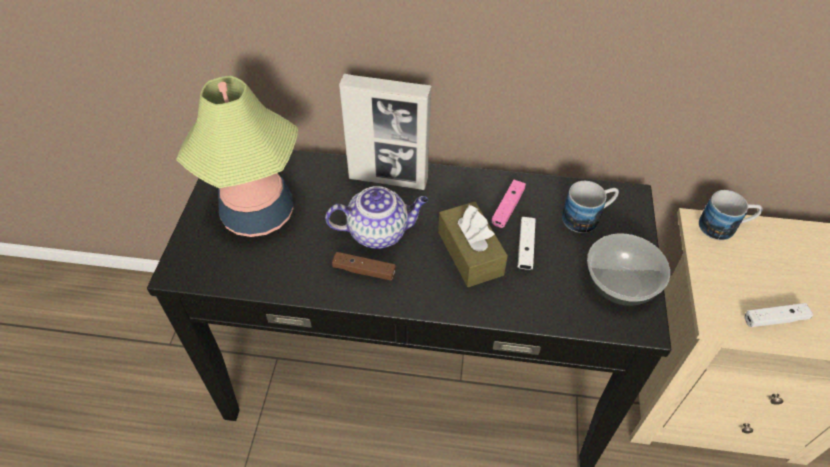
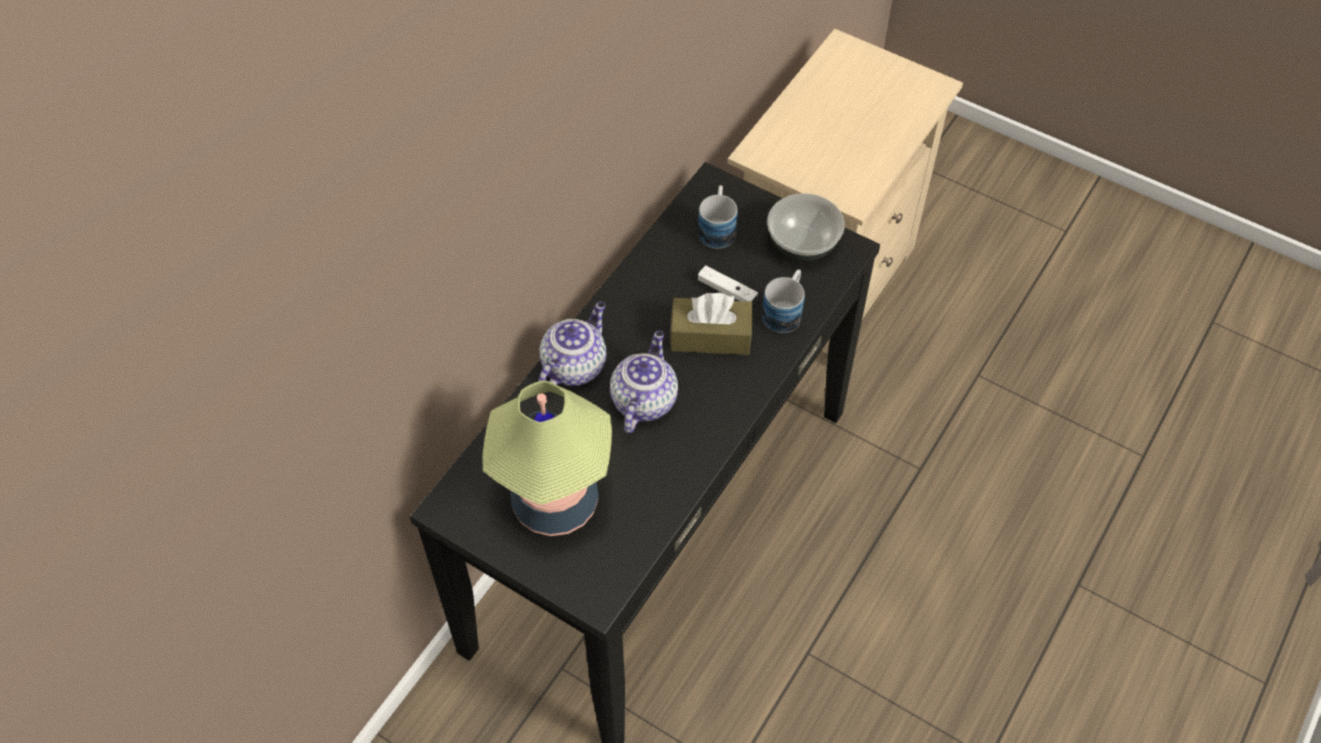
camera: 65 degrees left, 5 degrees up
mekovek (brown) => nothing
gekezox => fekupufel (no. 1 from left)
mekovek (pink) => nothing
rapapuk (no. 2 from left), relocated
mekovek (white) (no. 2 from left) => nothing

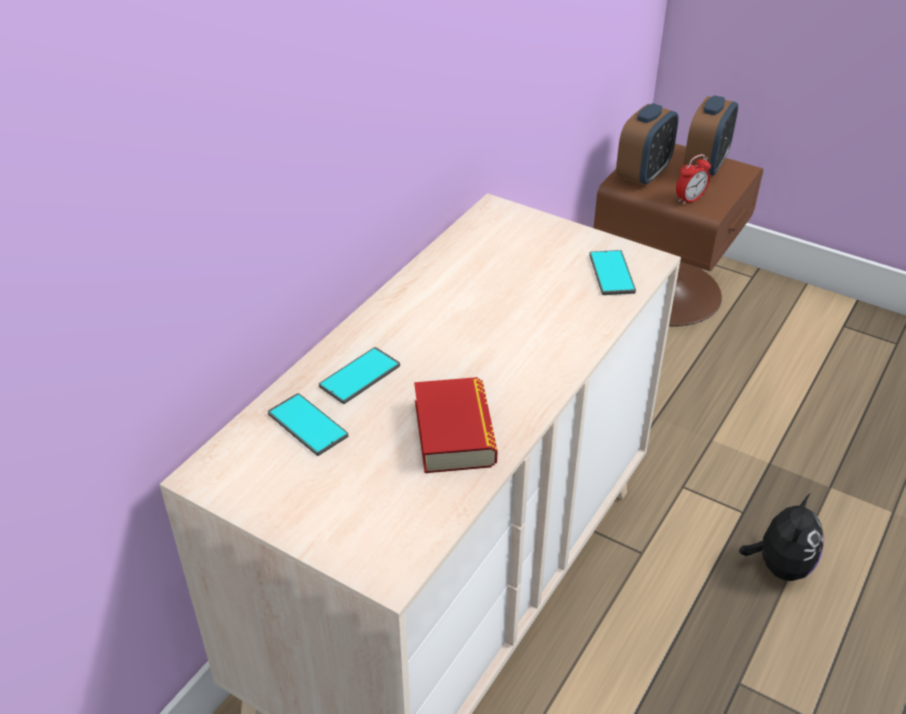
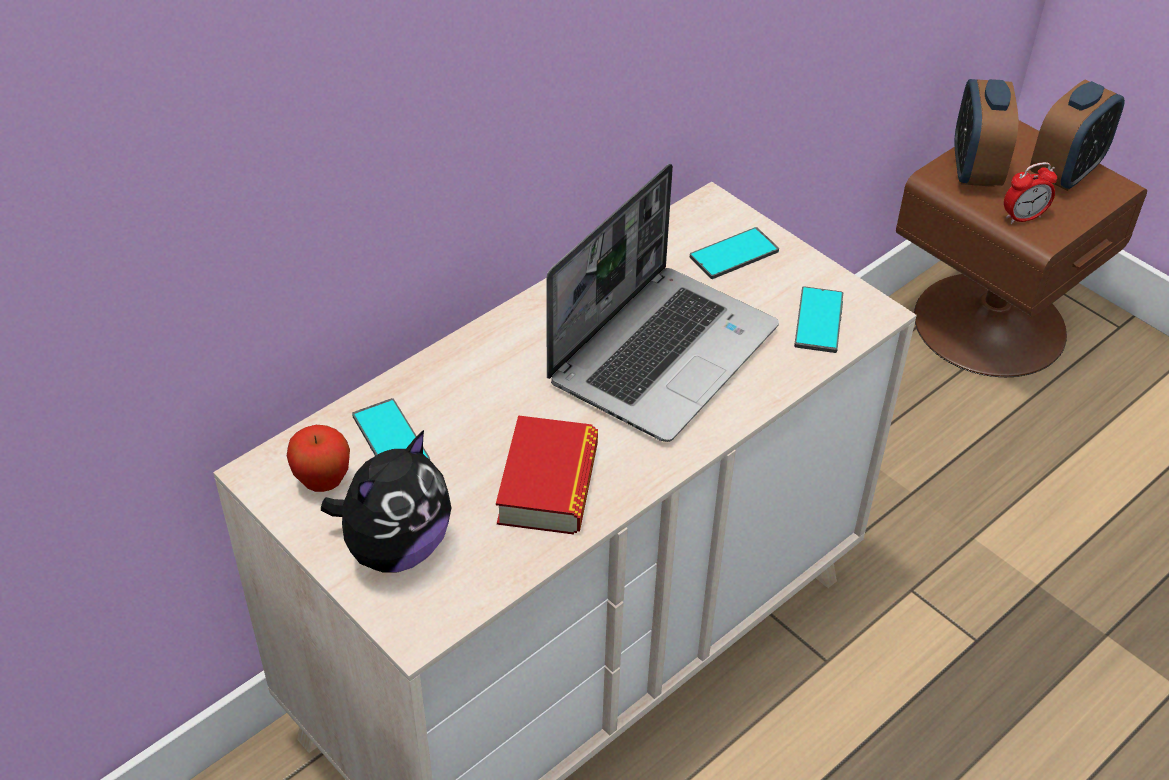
camera: 15 degrees right, 5 degrees up
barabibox (no. 2 from left), relocated
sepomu (no. 1 from left), 135 degrees clockwise
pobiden, relocated
nothing => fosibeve
nothing => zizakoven

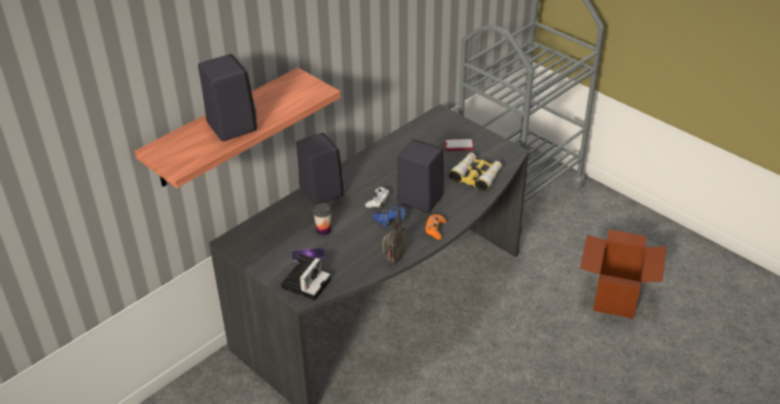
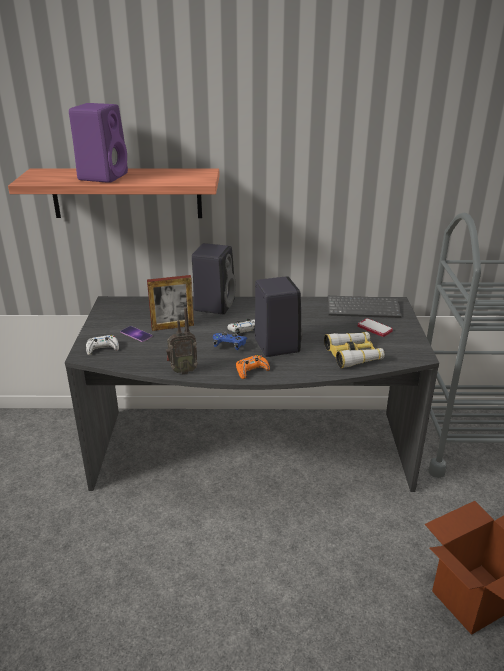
camera: 45 degrees right, 10 degrees down
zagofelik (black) (no. 1 from left) => zagofelik (purple)
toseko => mekovek (white) (no. 1 from left)
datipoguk => gekezox
nothing => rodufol

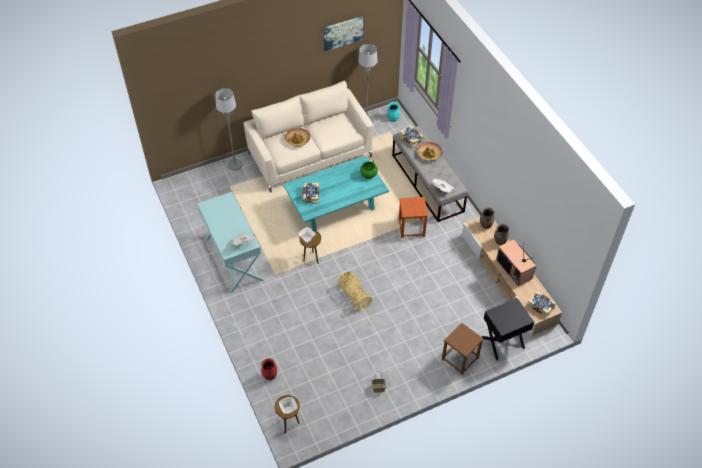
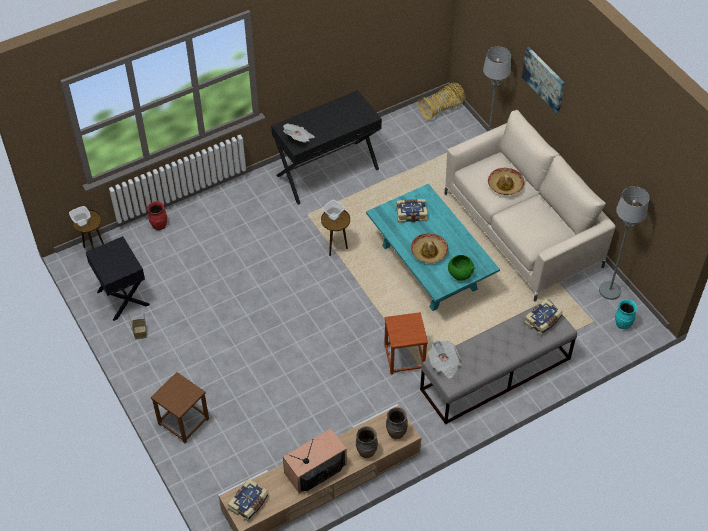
camera: 85 degrees right, 0 degrees up
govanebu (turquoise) => govanebu (black)
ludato, relocated
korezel (no. 1 from left in the first image) => korezel (no. 2 from left), relocated
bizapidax (no. 2 from left in the first image) => bizapidax (no. 1 from left), relocated
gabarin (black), relocated

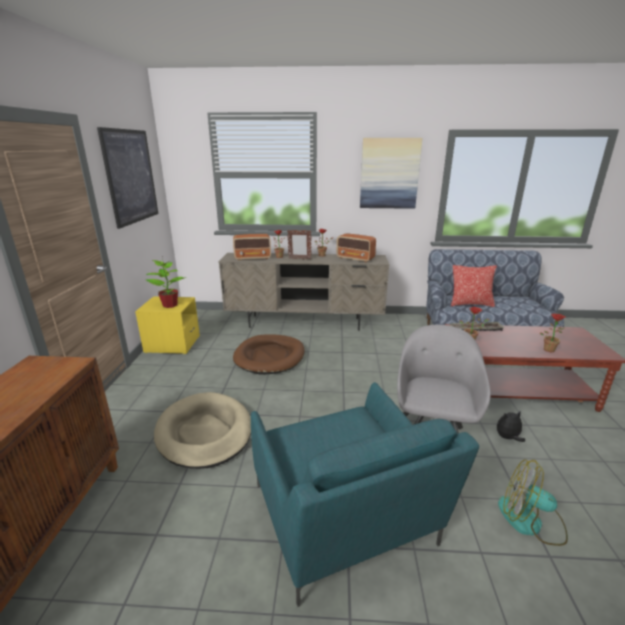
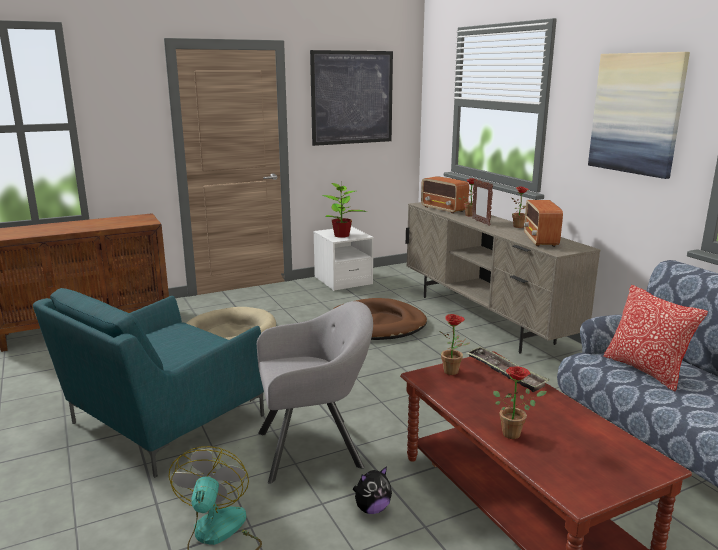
camera: 60 degrees right, 5 degrees down
gabarin (yellow) => gabarin (white)
pobiden, 105 degrees clockwise

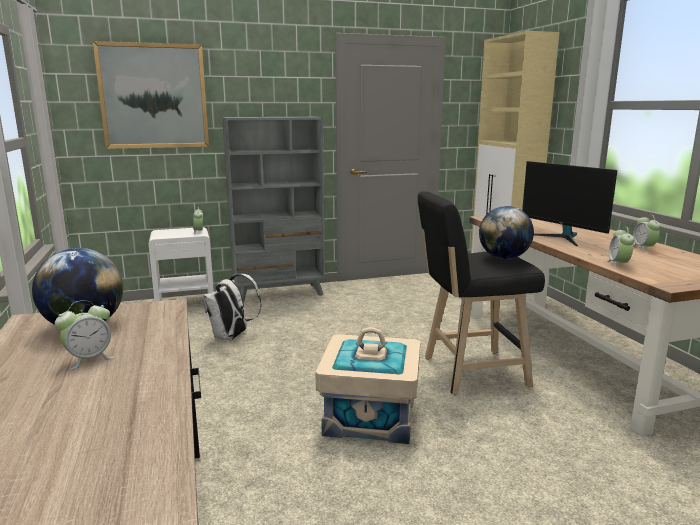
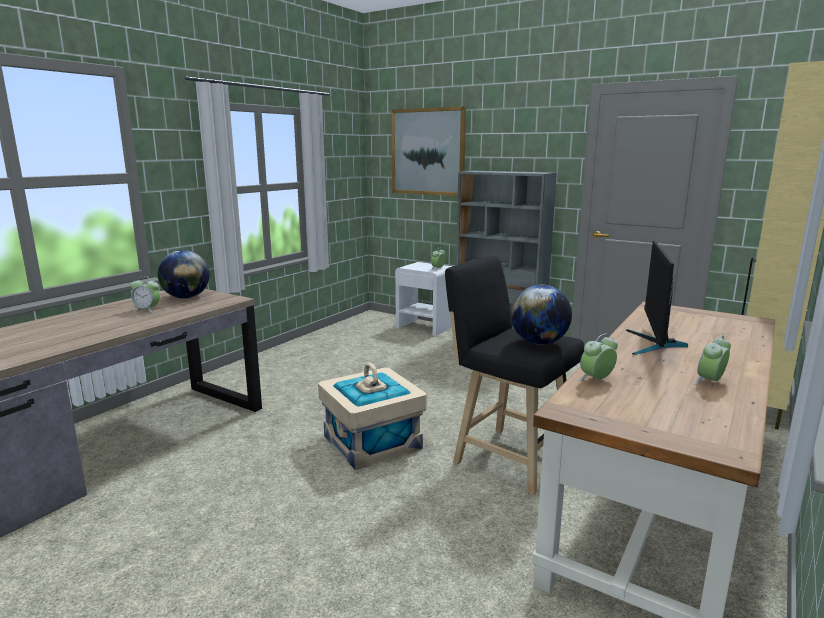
camera: 50 degrees right, 0 degrees up
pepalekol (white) => nothing

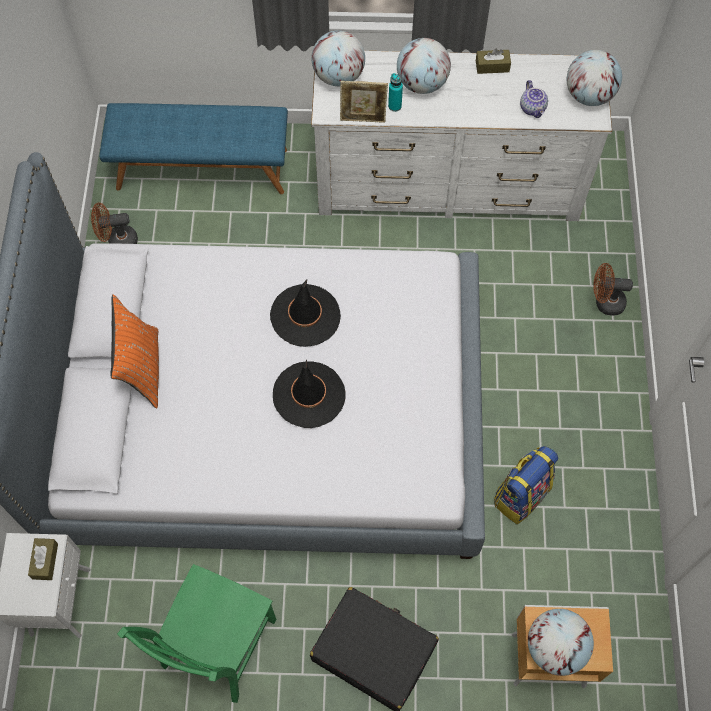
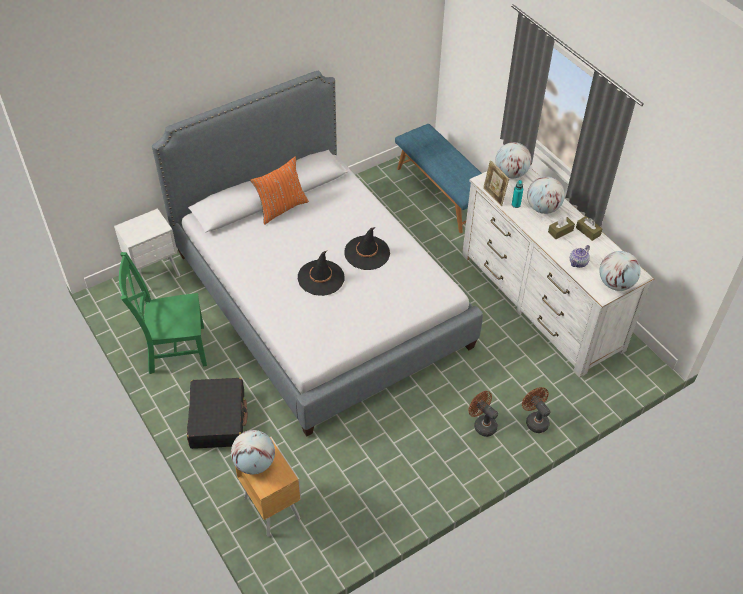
camera: 55 degrees right, 15 degrees down
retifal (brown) (no. 1 from left), relocated
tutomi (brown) (no. 1 from left), relocated
pepalekol => nothing

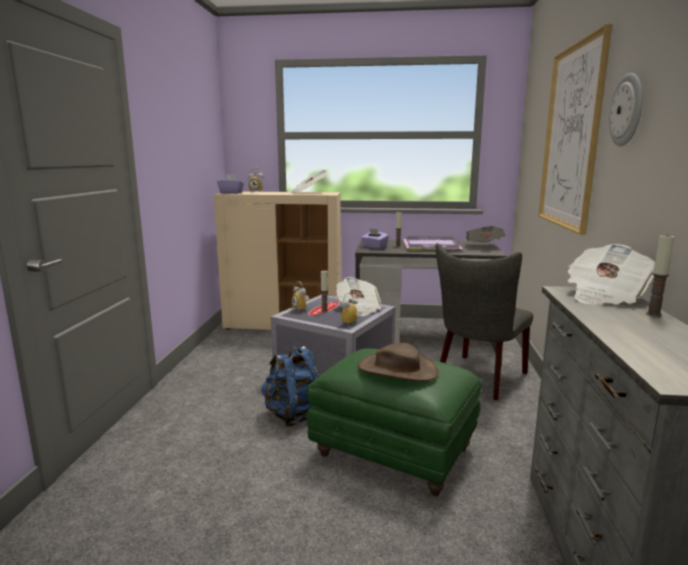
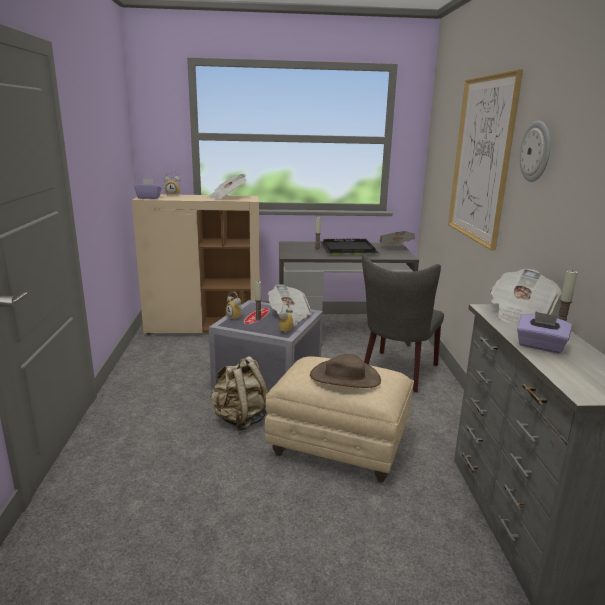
camera: 10 degrees left, 5 degrees up
pepalekol (blue) => pepalekol (beige)
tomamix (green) => tomamix (beige)
retifal (purple) (no. 2 from left), relocated
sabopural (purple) => sabopural (black)

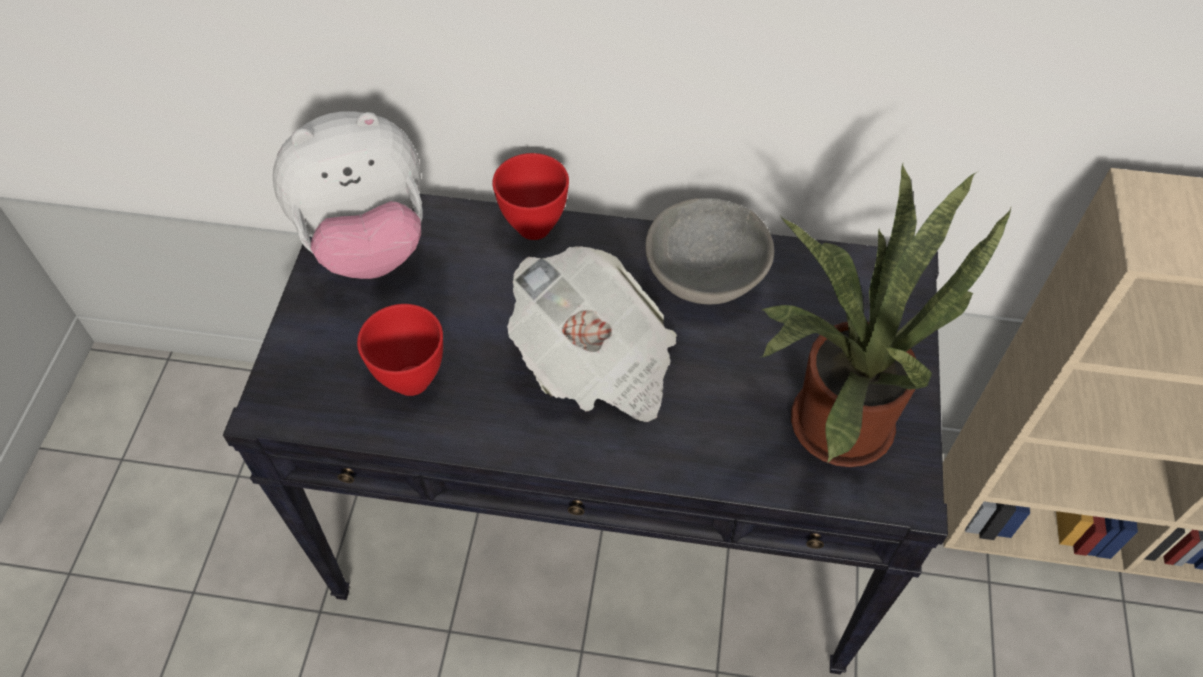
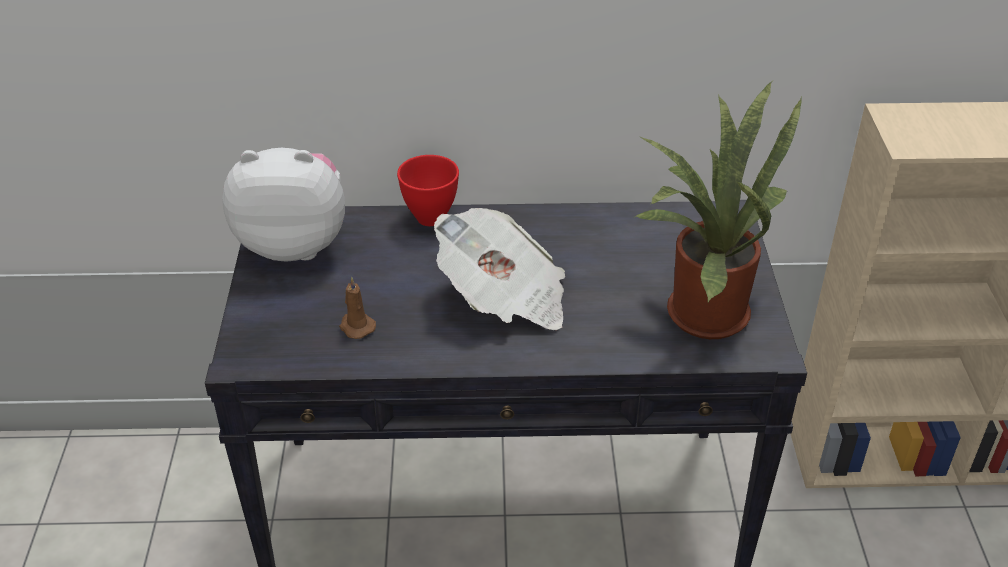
camera: 10 degrees left, 15 degrees down
pobiden, 150 degrees counterclockwise
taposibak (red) (no. 1 from left) => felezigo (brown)
taposibak (grey) => nothing

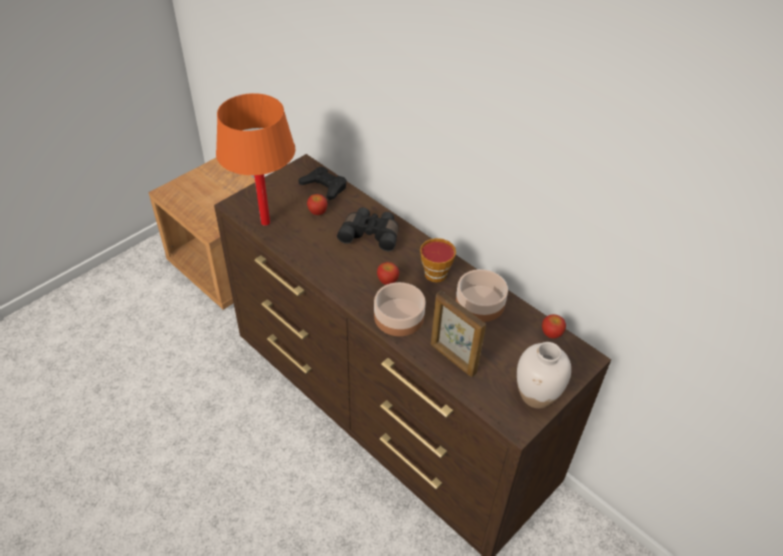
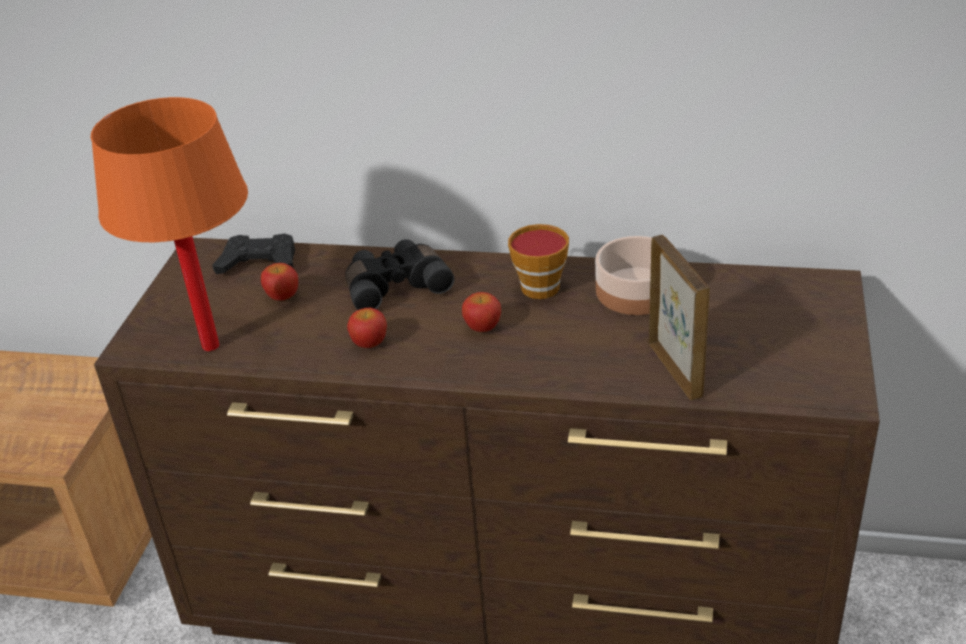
camera: 30 degrees left, 10 degrees down
taposibak (no. 1 from left) => nothing
gekezox, 120 degrees counterclockwise
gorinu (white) => nothing
fosibeve (no. 3 from left in the first image) => fosibeve (no. 2 from left), relocated

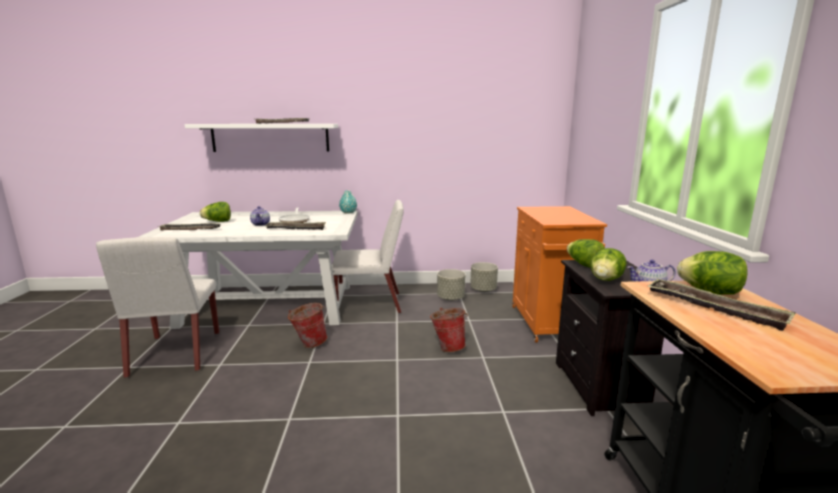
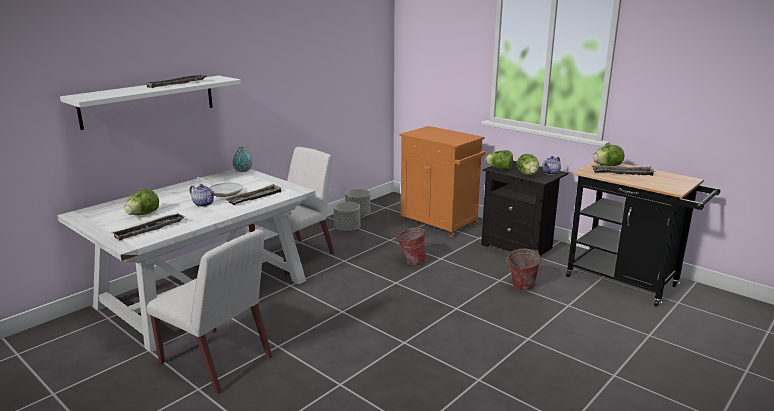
camera: 45 degrees left, 5 degrees up
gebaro (no. 1 from left in the first image) => gebaro (no. 2 from left), relocated

